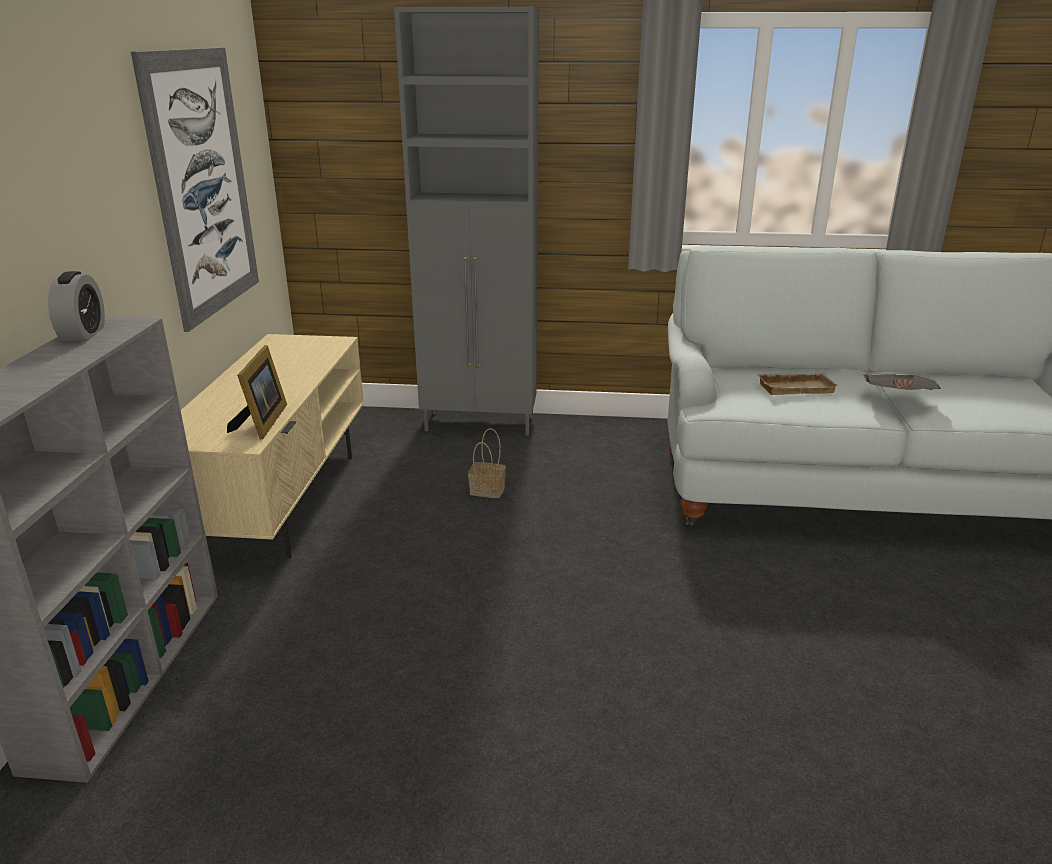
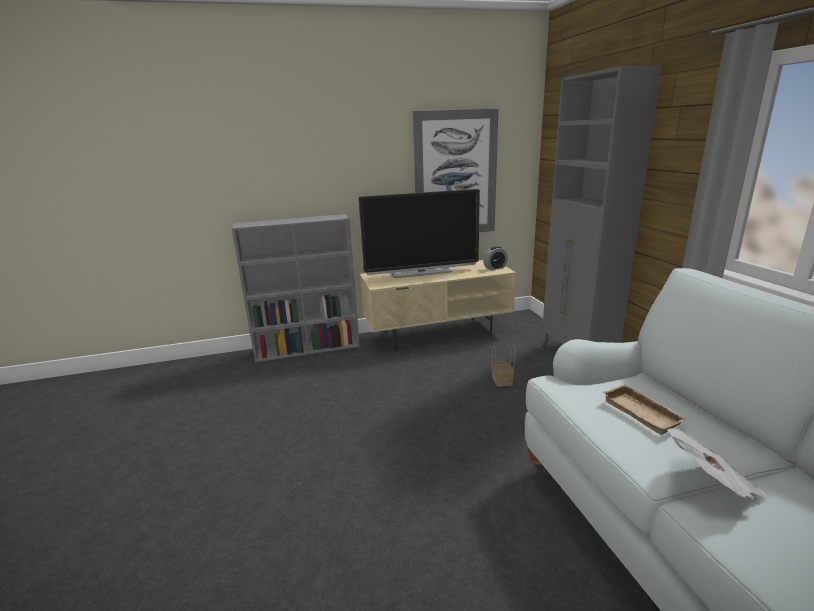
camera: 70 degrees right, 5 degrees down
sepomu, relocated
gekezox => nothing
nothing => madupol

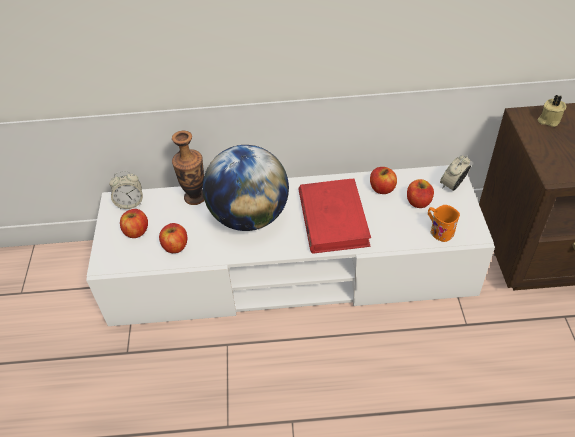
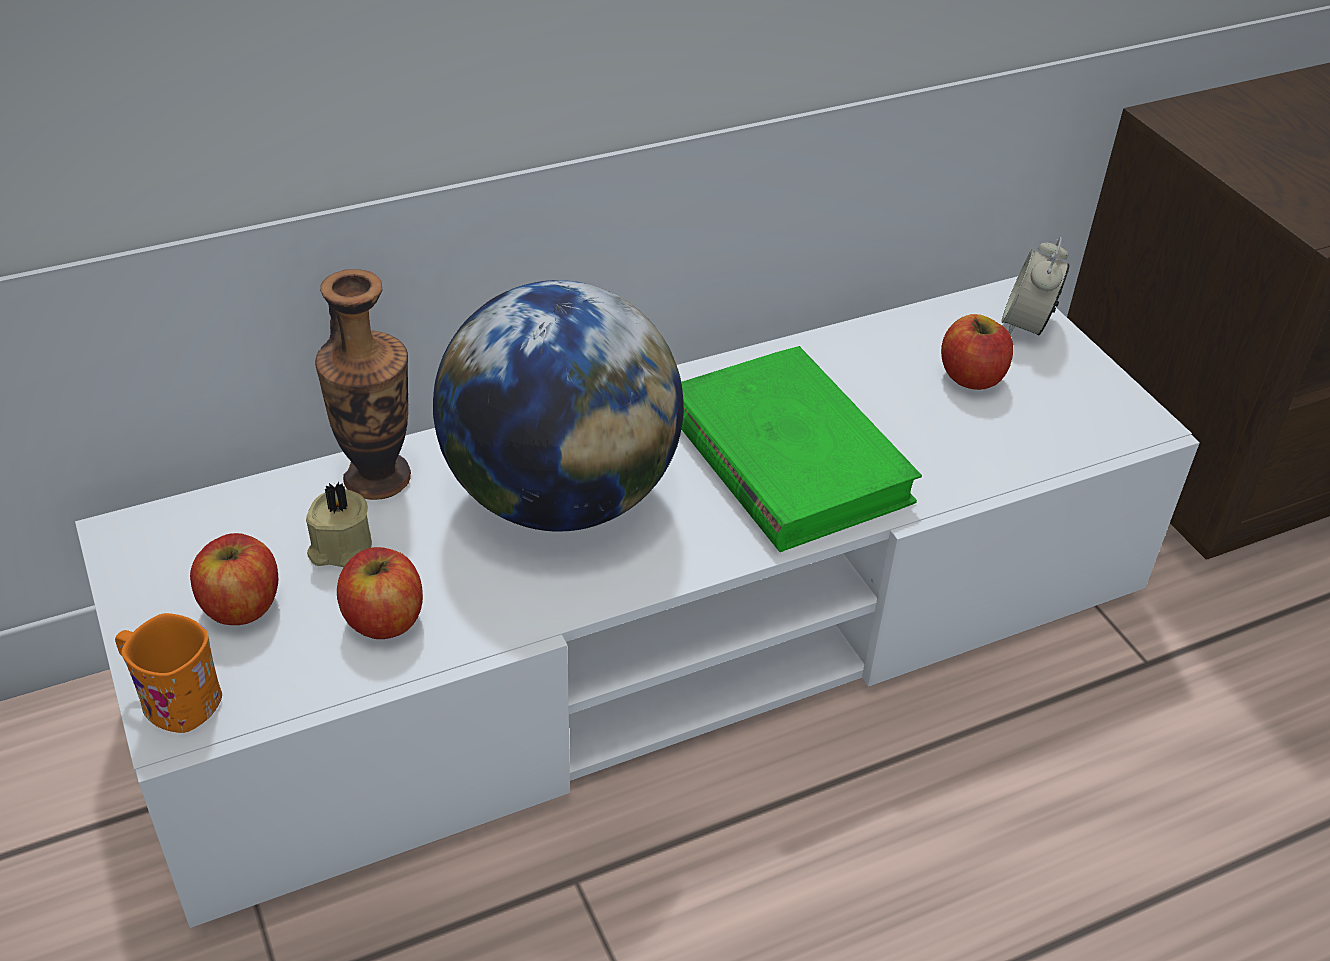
camera: 25 degrees left, 5 degrees down
sepomu (no. 1 from left) => nothing
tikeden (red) => tikeden (green)
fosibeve (no. 3 from left) => nothing
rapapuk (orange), relocated
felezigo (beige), relocated

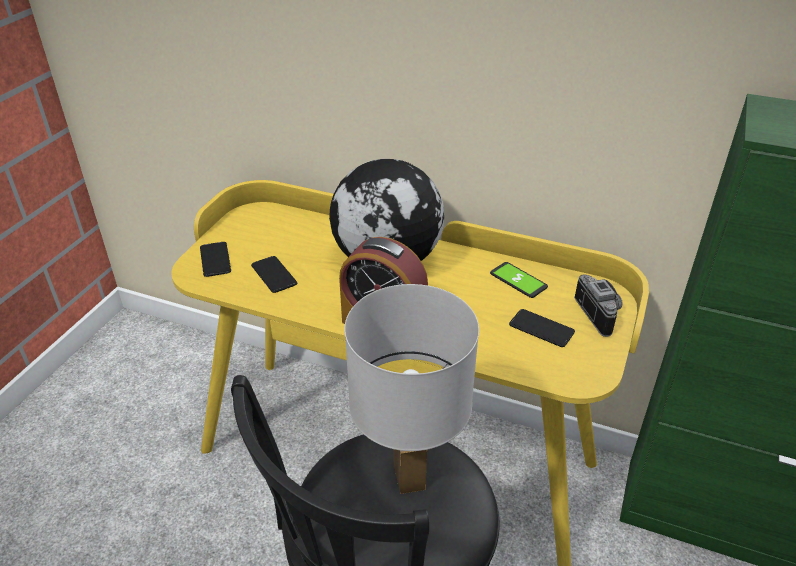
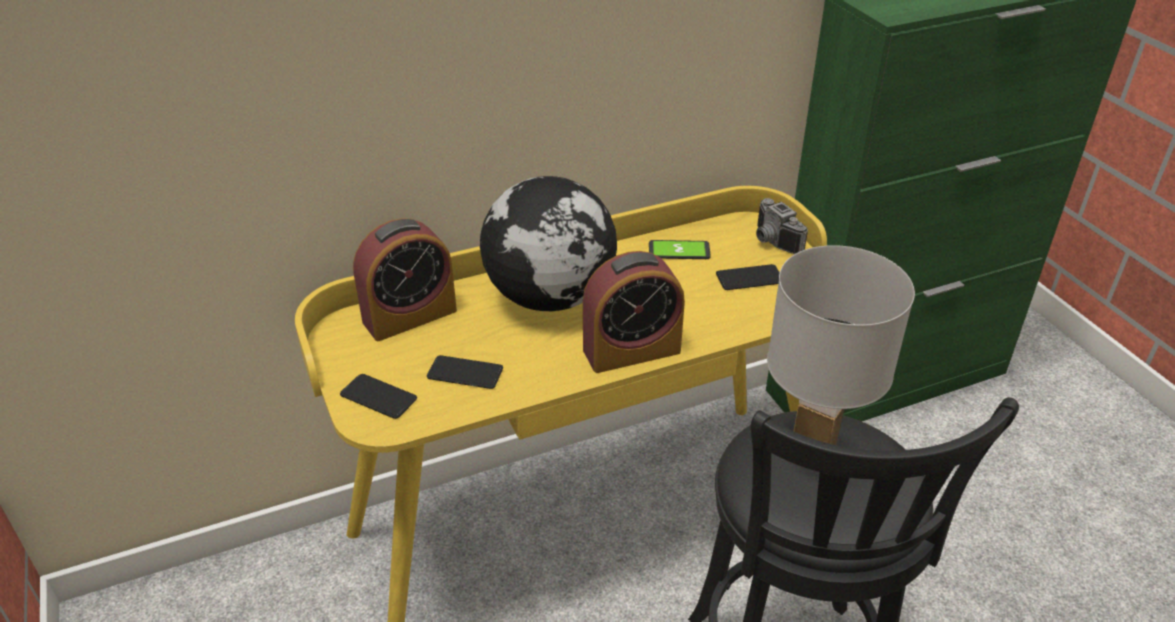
camera: 45 degrees left, 0 degrees up
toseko, 150 degrees counterclockwise
nothing => sepomu (no. 1 from left)

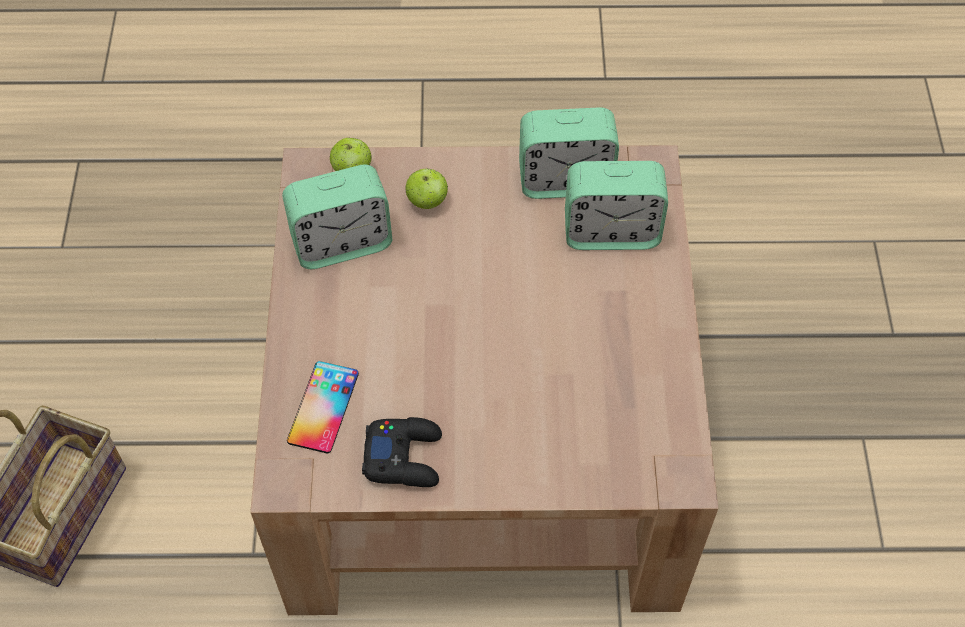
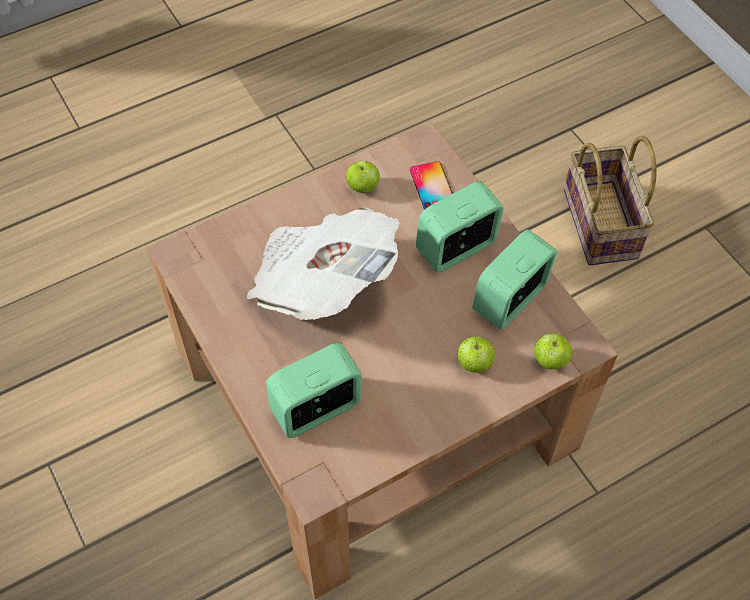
camera: 150 degrees right, 0 degrees up
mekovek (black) => fosibeve (no. 1 from left)
sepomu (no. 2 from left), relocated
nothing => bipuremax

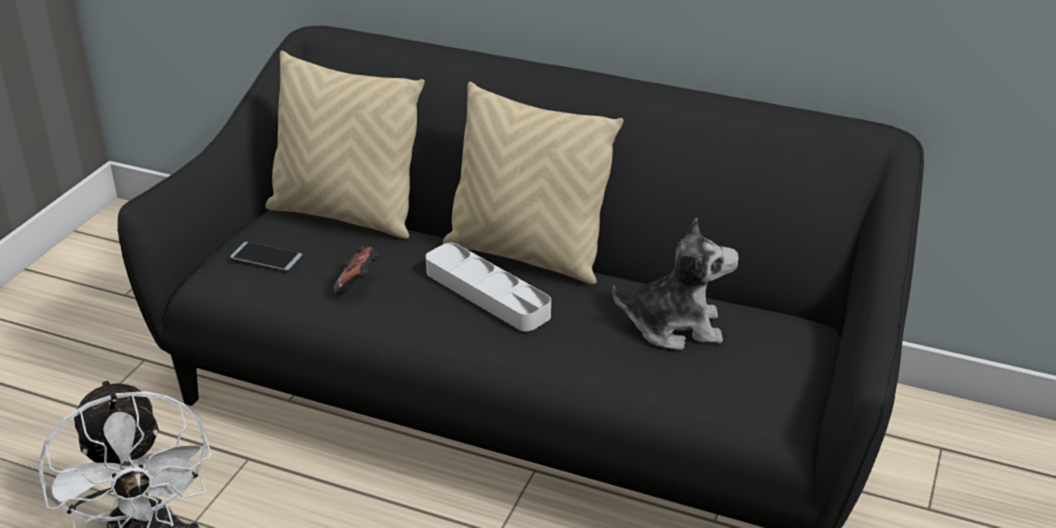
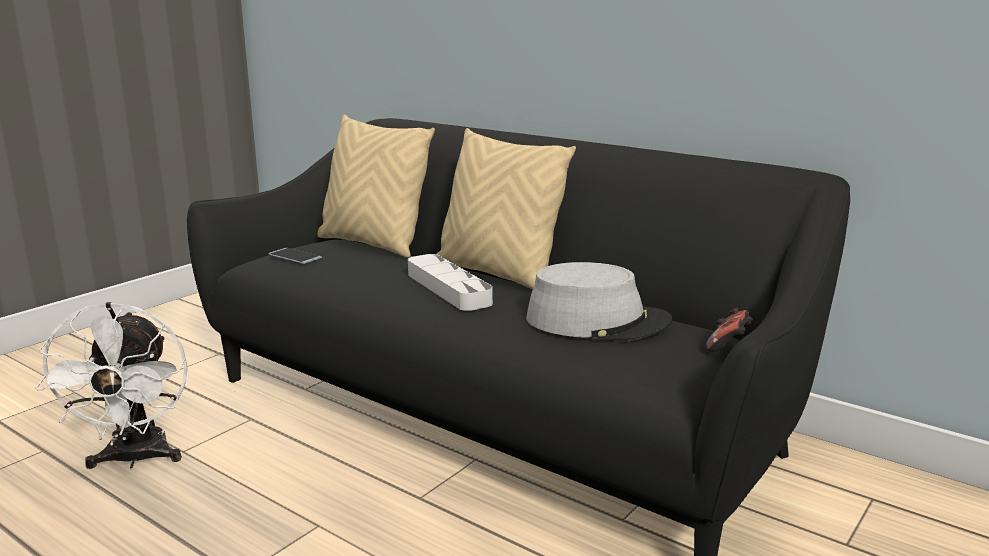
camera: 15 degrees right, 15 degrees down
mekovek, relocated
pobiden => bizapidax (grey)

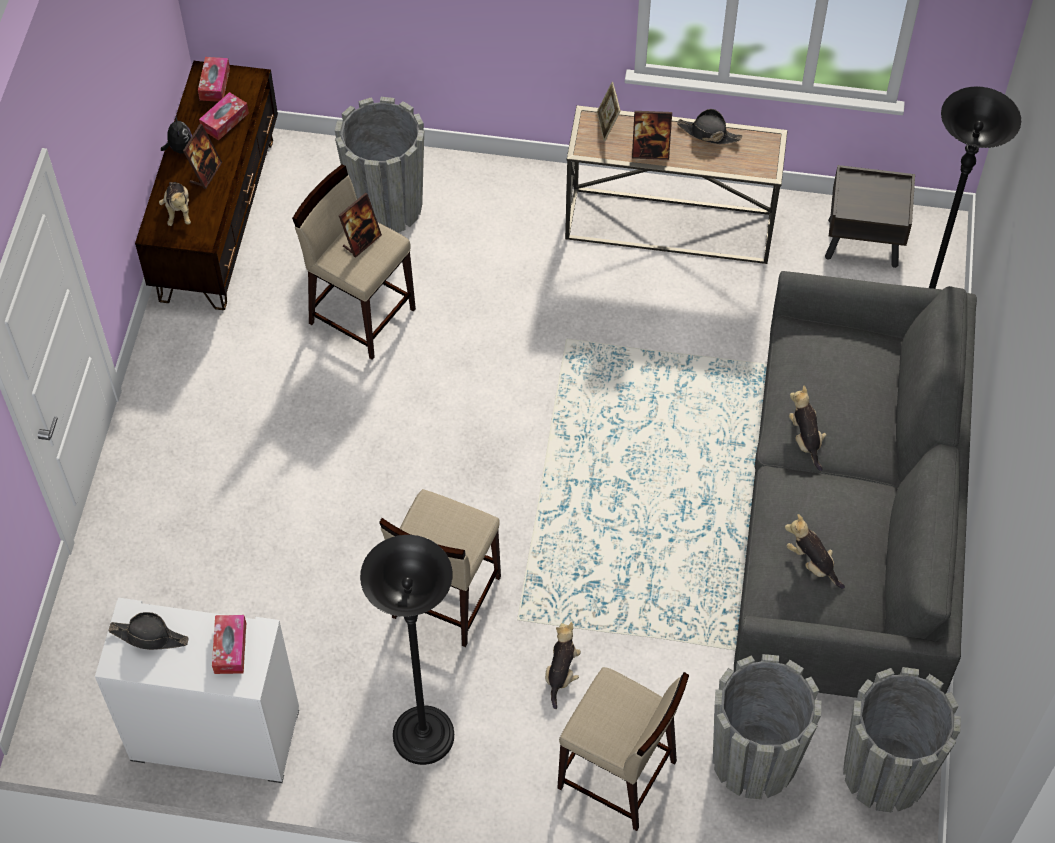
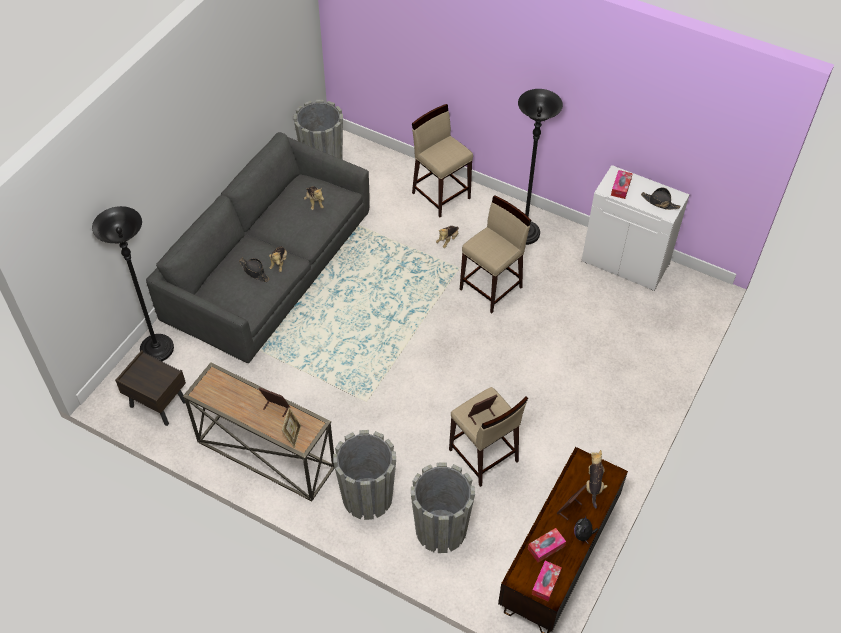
camera: 160 degrees left, 5 degrees down
bizapidax (black) (no. 2 from left in the first image) => bizapidax (black) (no. 1 from left), relocated
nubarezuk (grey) (no. 2 from left), relocated

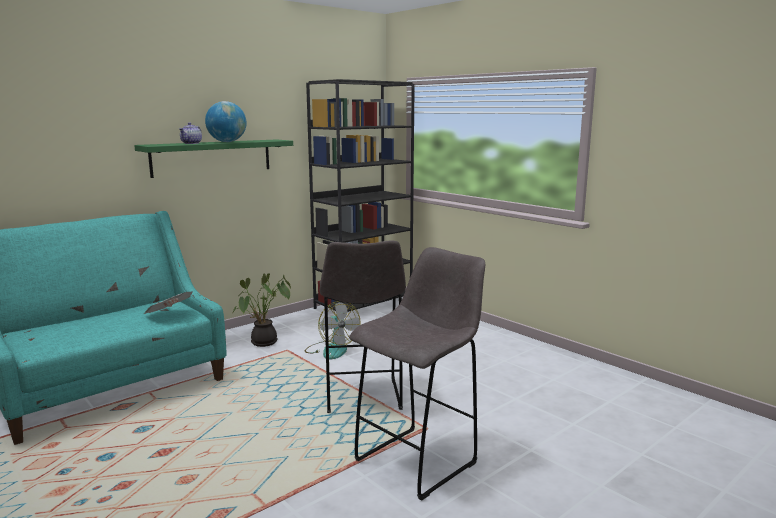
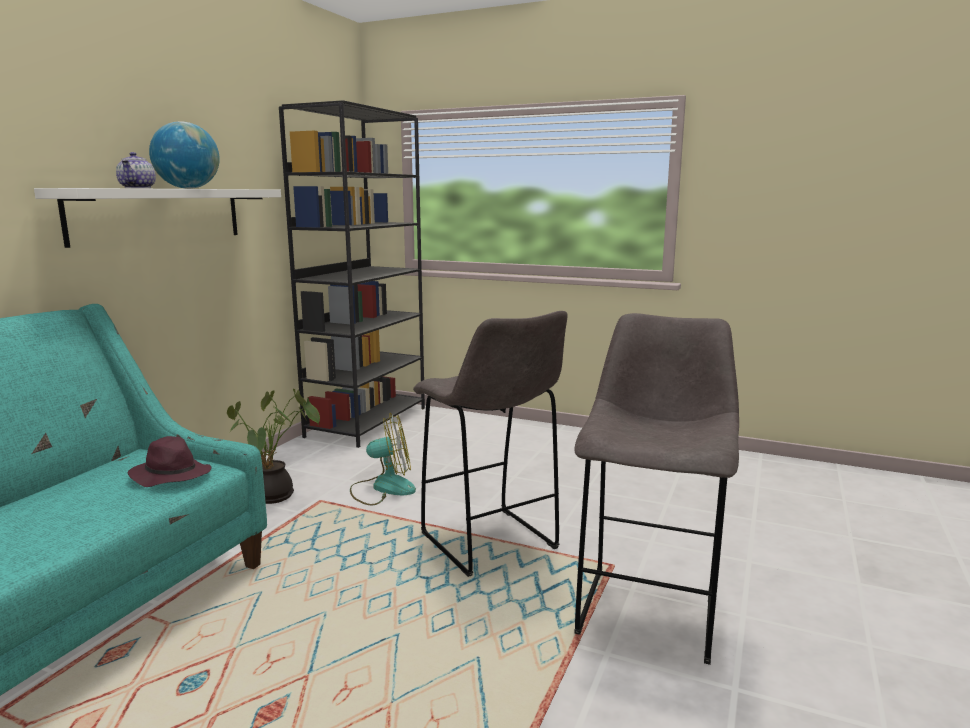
camera: 25 degrees left, 0 degrees up
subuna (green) => subuna (white)
bipuremax => bizapidax (purple)
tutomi, 45 degrees counterclockwise

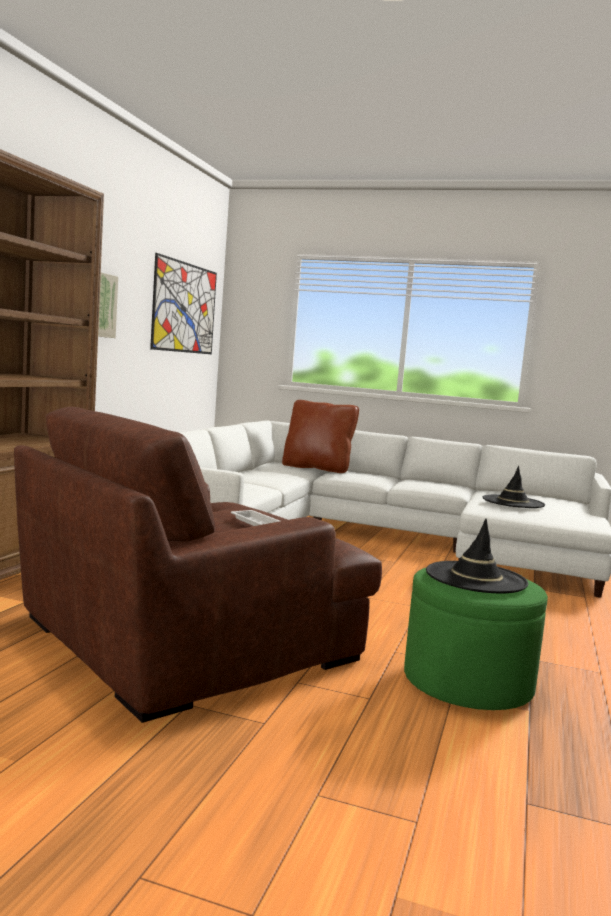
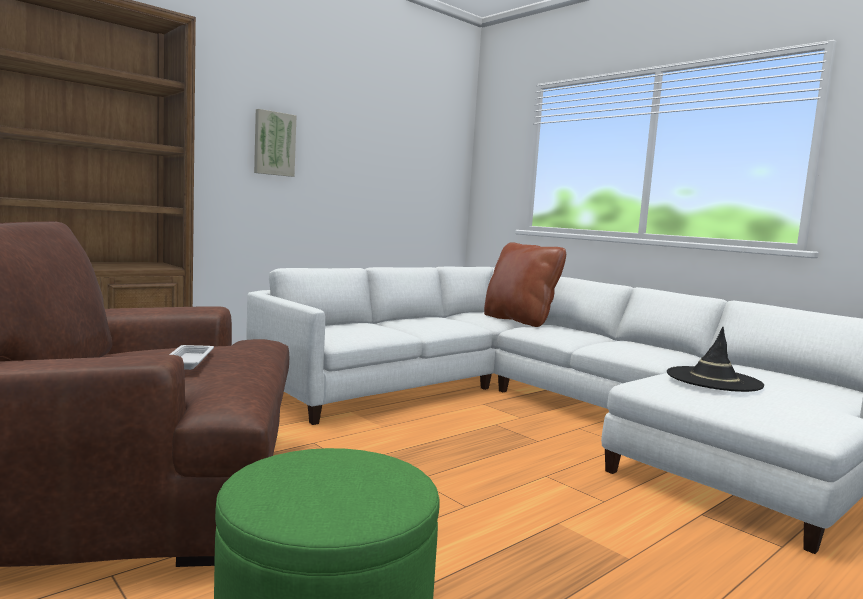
camera: 30 degrees right, 0 degrees up
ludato (no. 2 from left) => nothing
bizapidax (black) (no. 1 from left) => nothing

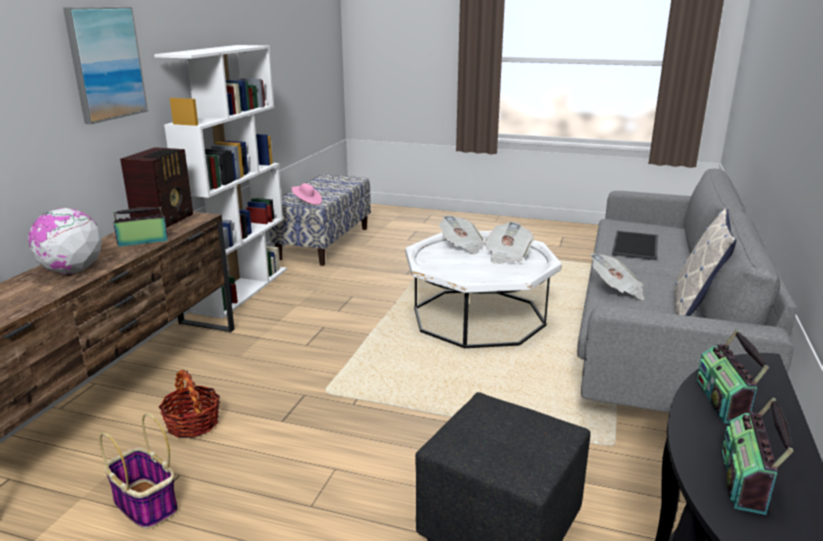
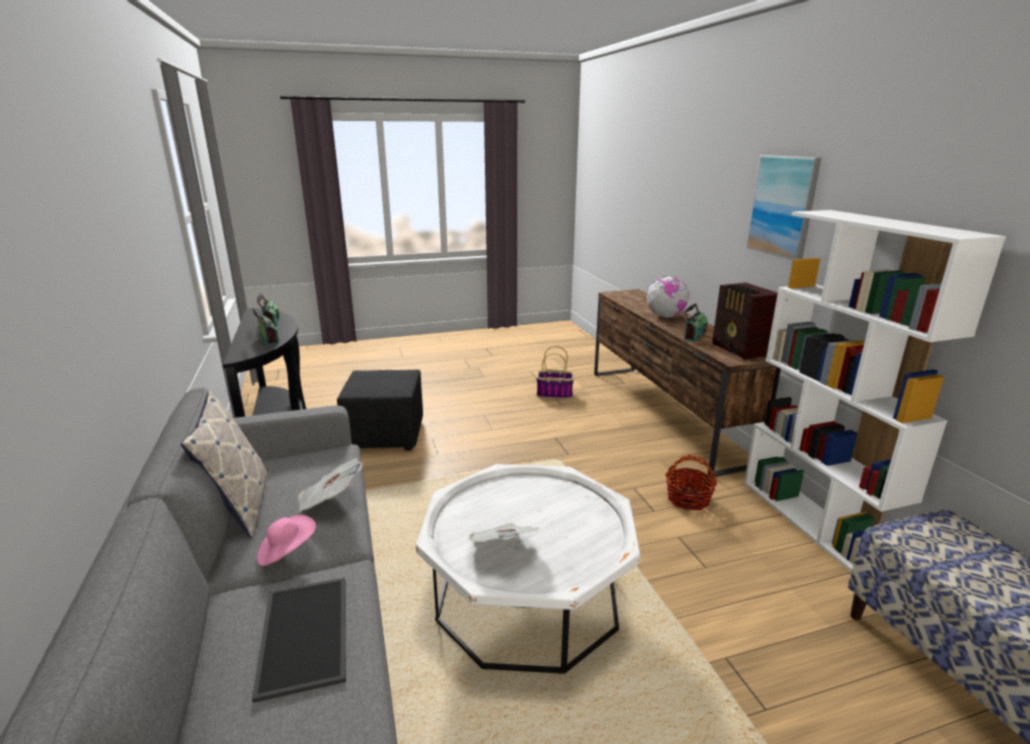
camera: 145 degrees right, 0 degrees up
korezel (no. 2 from left), relocated
bizapidax (pink), relocated
bipuremax (no. 1 from left) => nothing

